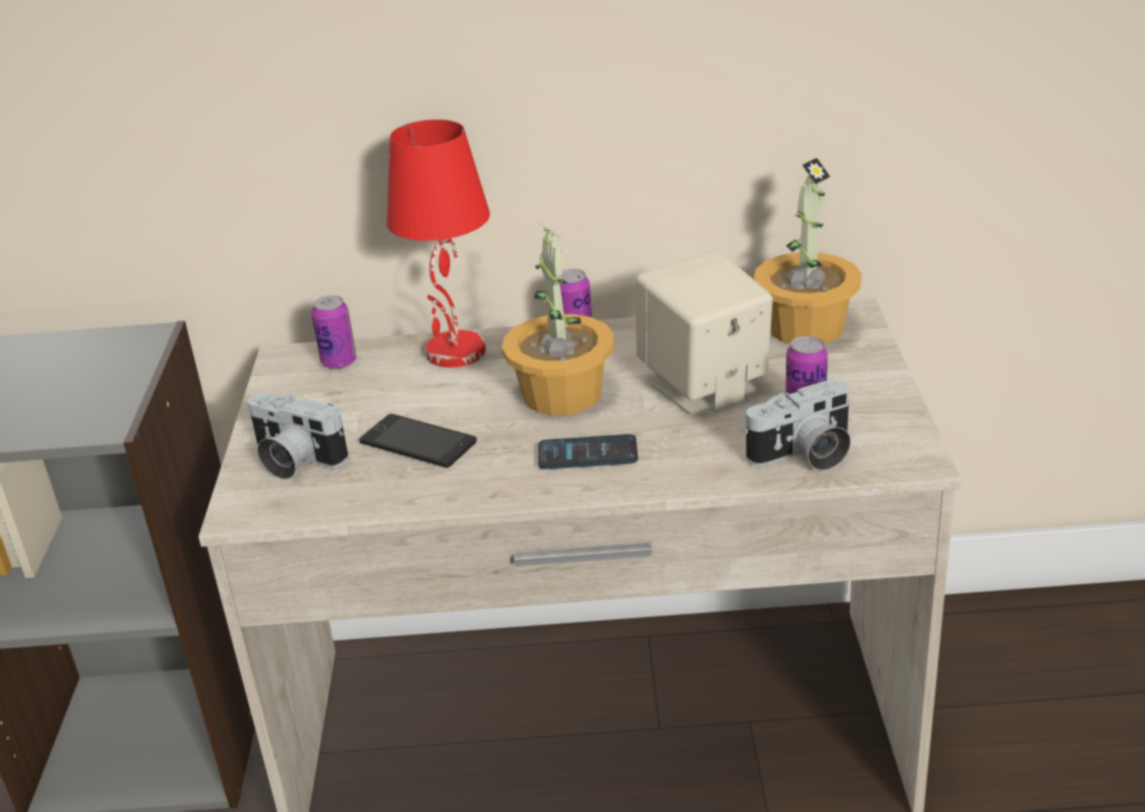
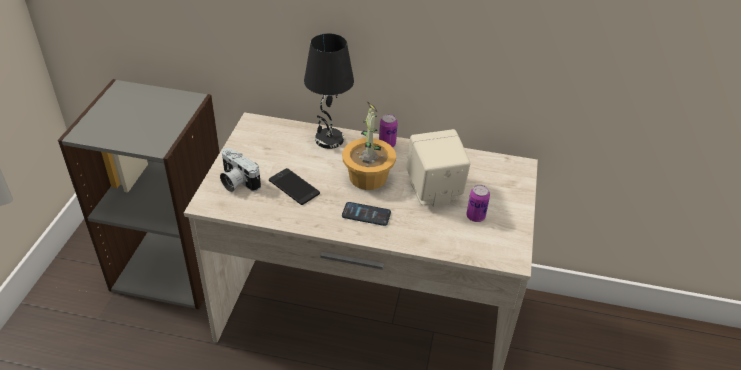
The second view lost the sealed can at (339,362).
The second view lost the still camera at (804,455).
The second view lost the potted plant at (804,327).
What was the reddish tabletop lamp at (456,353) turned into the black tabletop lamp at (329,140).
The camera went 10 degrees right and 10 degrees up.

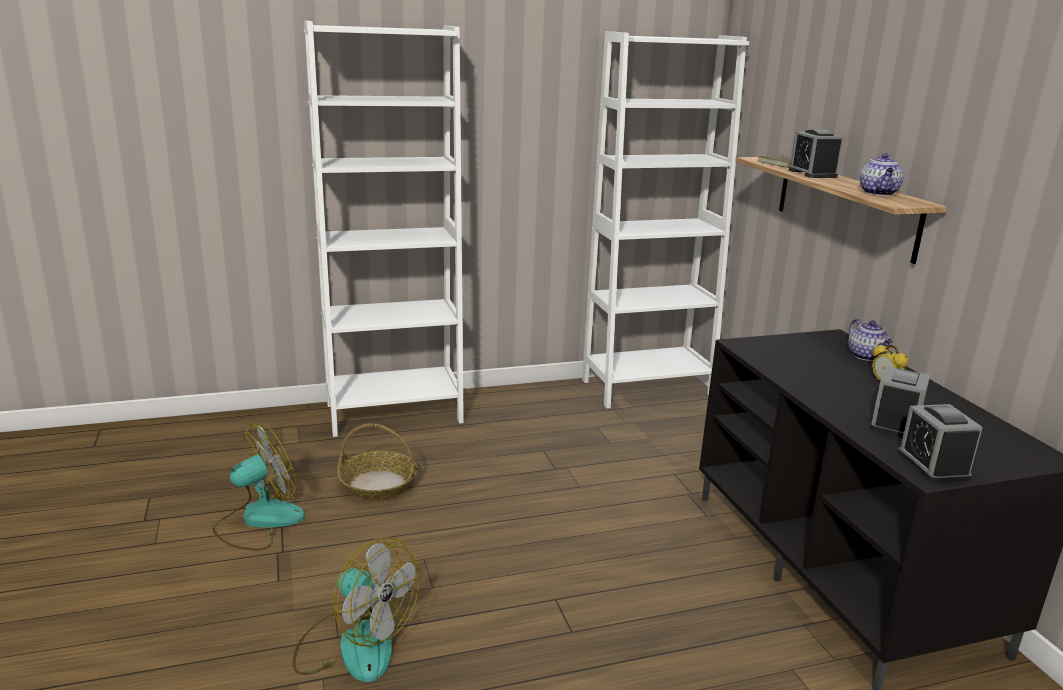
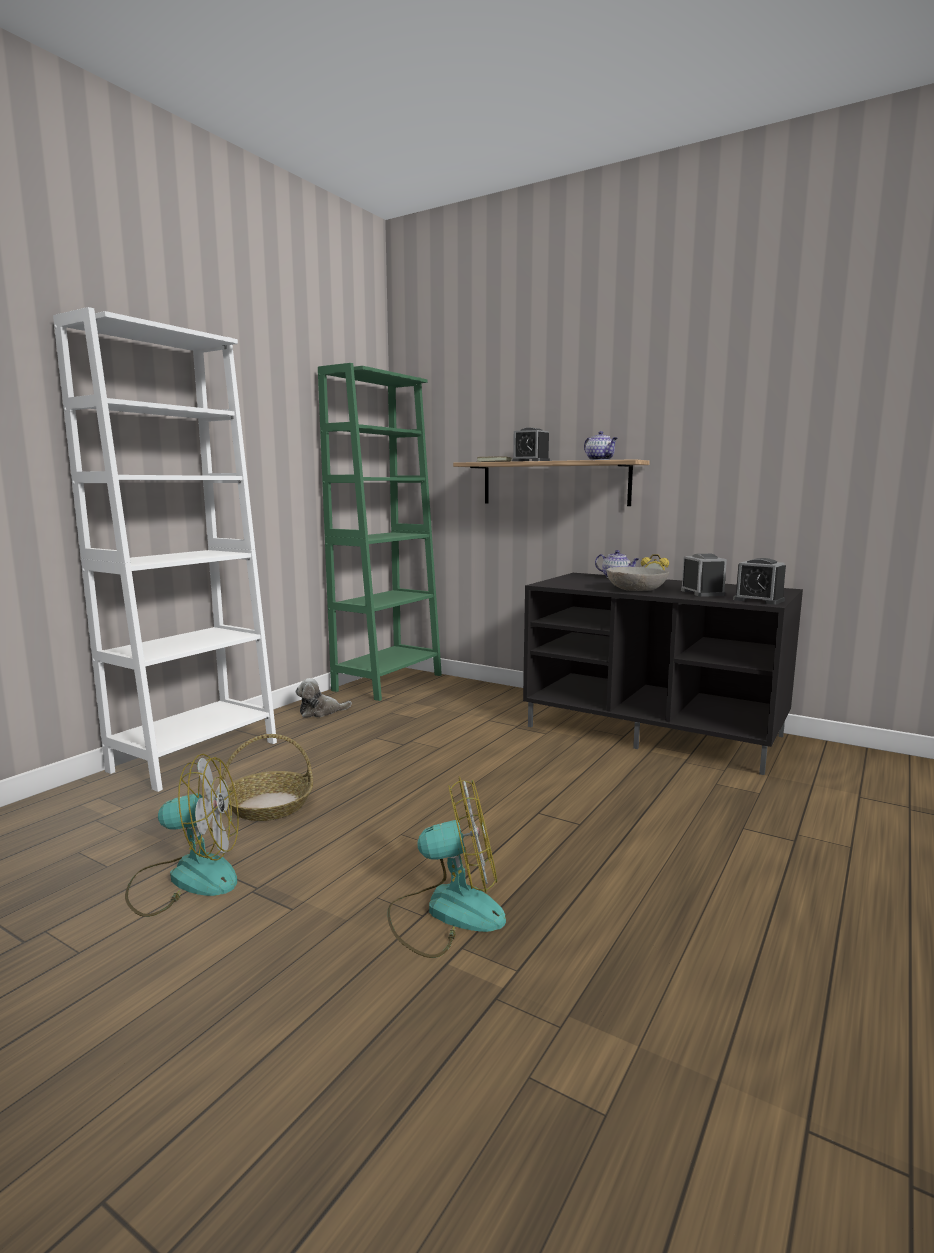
The second view gained the soft toy at (320,712).
The second view gained the gray serving bowl at (636,590).
What was the whitish shelving unit at (647,388) turned into the greenish shelving unit at (388,682).
The fan at (259,521) ended up facing another way, 75 degrees clockwise from before.
The camera went 40 degrees left and 10 degrees down.

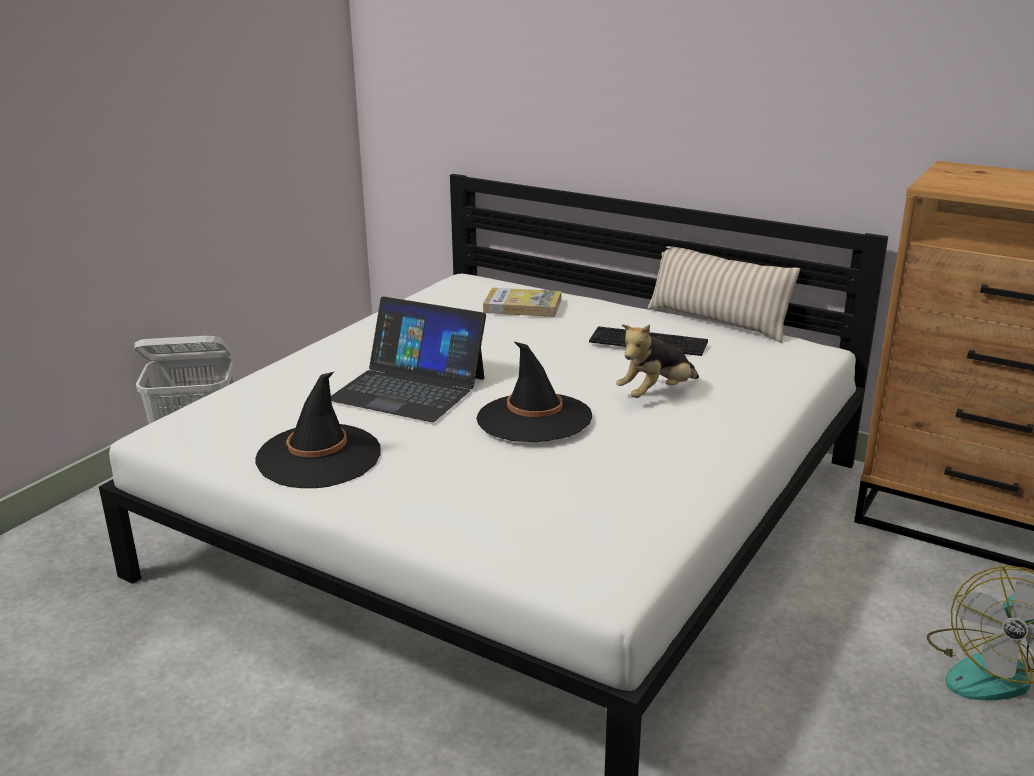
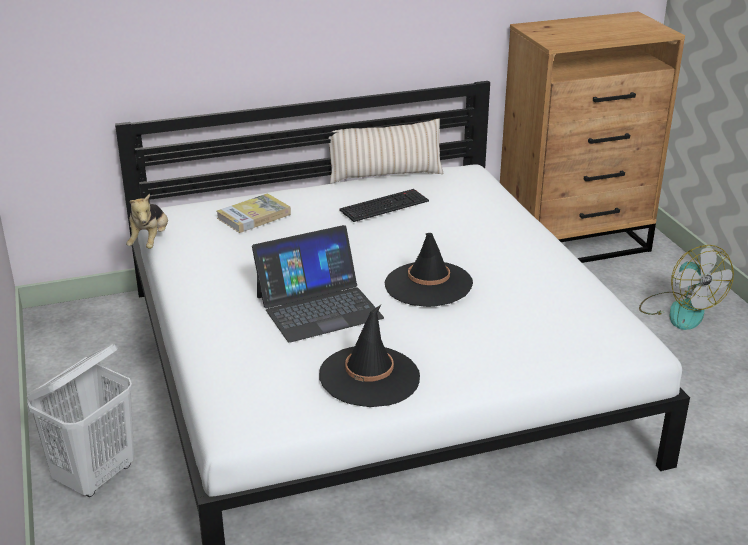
The soft toy ended up elsewhere, having gone from (656,393) to (150,241).
The camera went 50 degrees left and 5 degrees up.

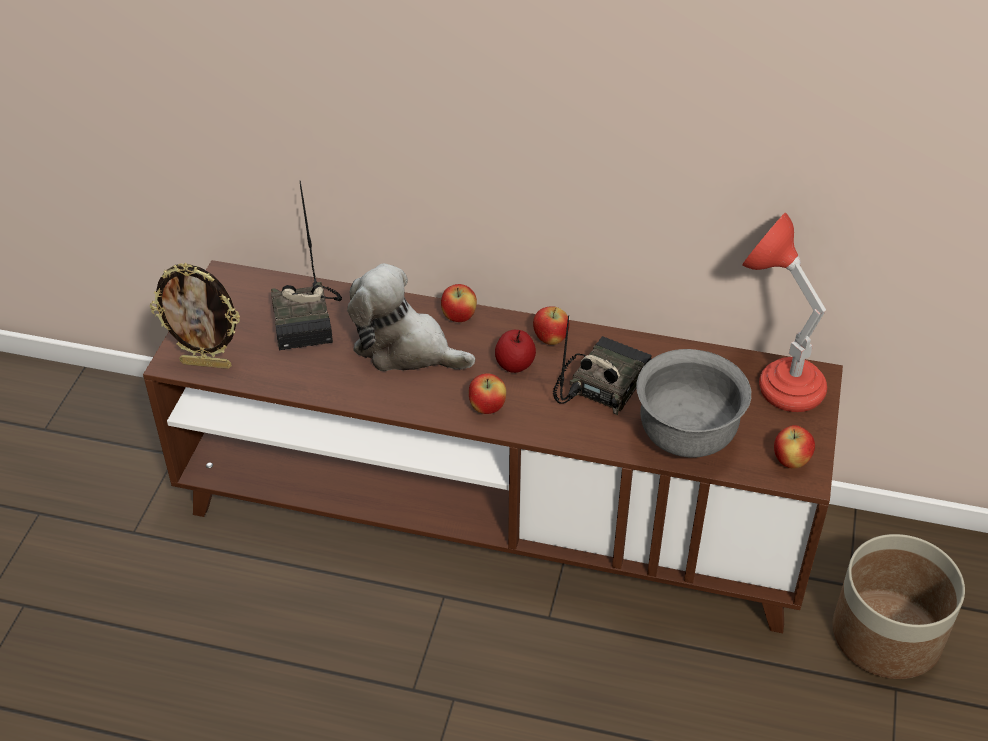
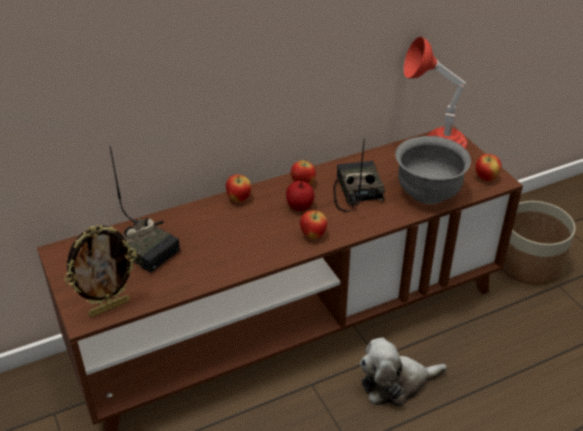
The soft toy ended up elsewhere, having gone from (405,348) to (396,384).
The camera went 40 degrees left and 5 degrees down.

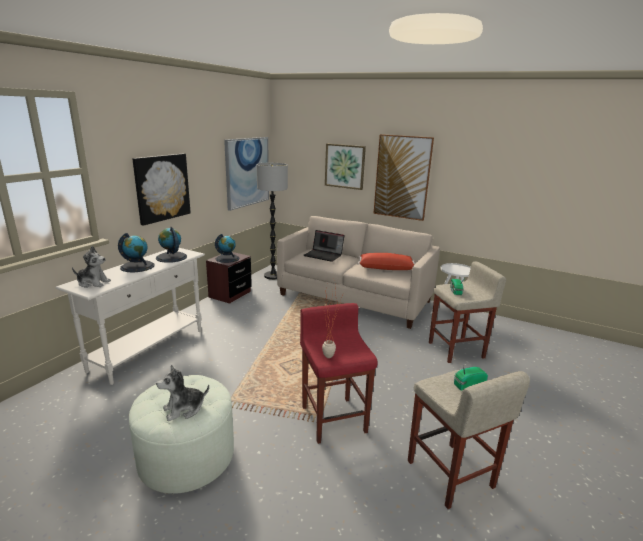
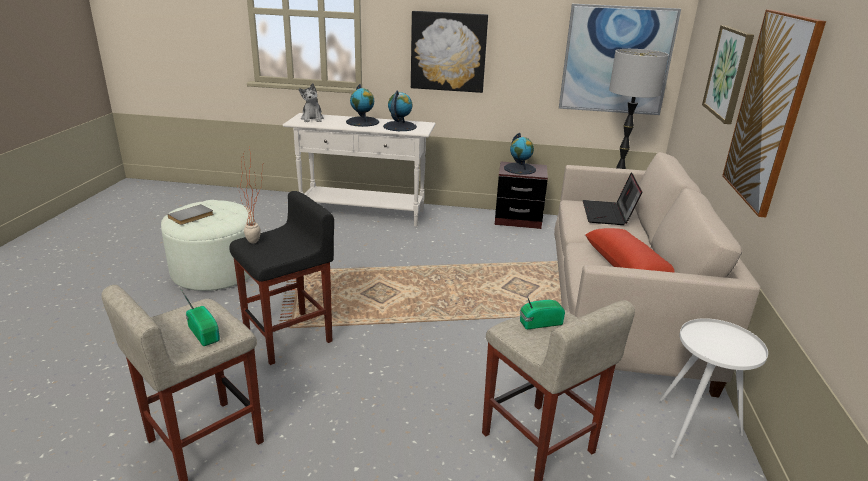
Where the soft toy stood at (184,409), the gray book came to stand at (192,216).
What was the reddish stool at (333,418) turned into the black stool at (289,337).
The camera went 70 degrees right and 5 degrees up.

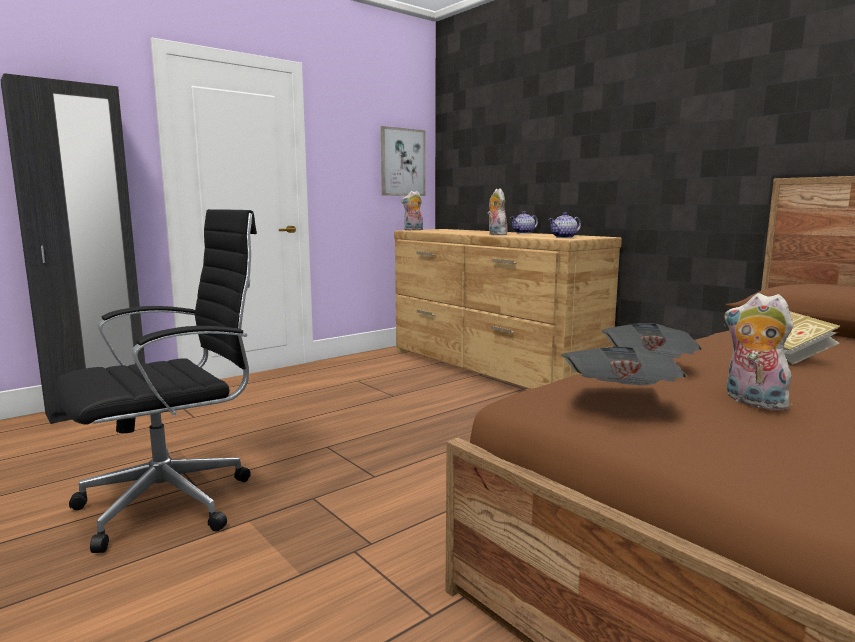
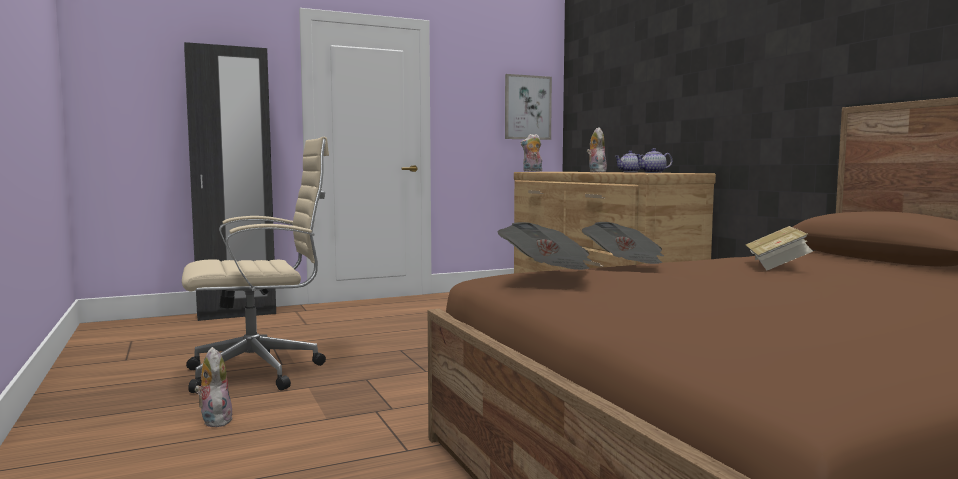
The soft toy ended up elsewhere, having gone from (752,402) to (214,420).
What was the black office chair at (174,502) turned into the beige office chair at (261,372).
The camera went 15 degrees right and 5 degrees down.

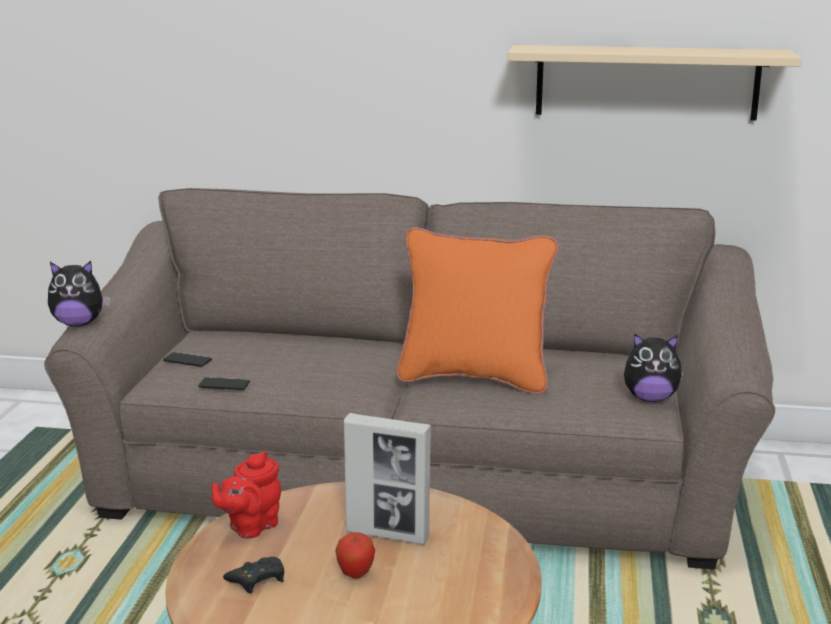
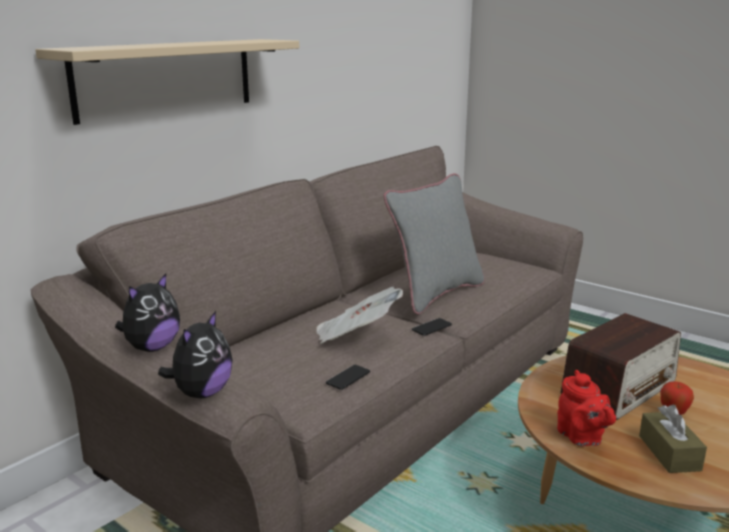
The second view gained the printed paper at (356,336).
The phone ended up elsewhere, having gone from (187,360) to (431,327).
The beige bracket shelf ended up elsewhere, having gone from (646,82) to (166,78).
The soft toy ended up elsewhere, having gone from (650,398) to (152,347).
Where the black gamepad stood at (257,579), the brown-coloured tissue box came to stand at (669,453).
Where the picture frame stood at (387,535), the radio receiver came to stand at (619,389).
What was the orangey cushion at (474,378) turned into the gray cushion at (435,293).
The camera went 60 degrees left and 0 degrees up.

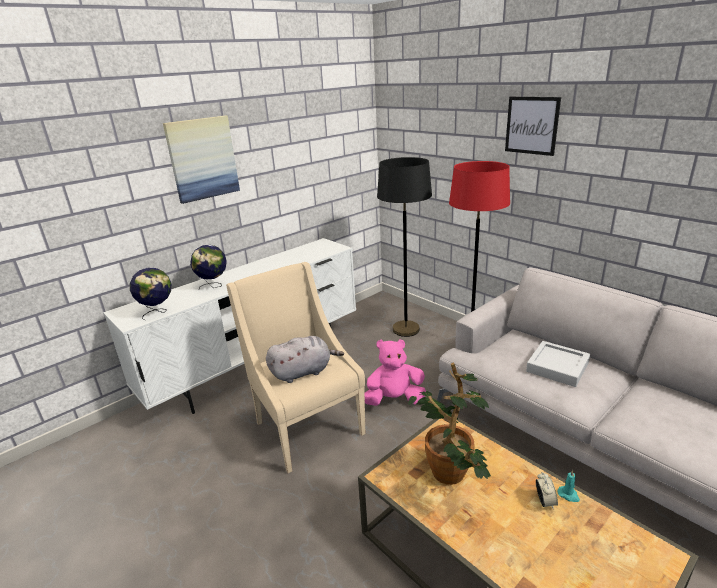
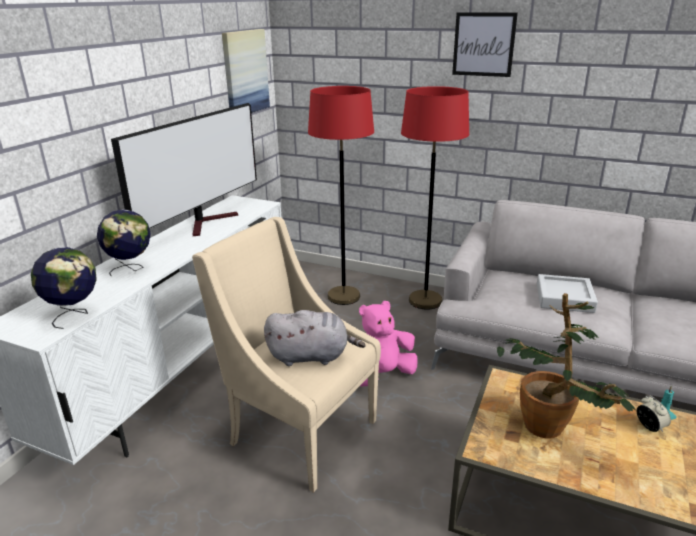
The second view gained the TV at (208,222).
The picture ended up elsewhere, having gone from (202,159) to (245,72).
What was the black floor lamp at (406,329) turned into the reddish floor lamp at (343,296).
The gray soft toy at (303,372) ended up facing another way, 45 degrees clockwise from before.
The camera went 25 degrees left and 0 degrees up.

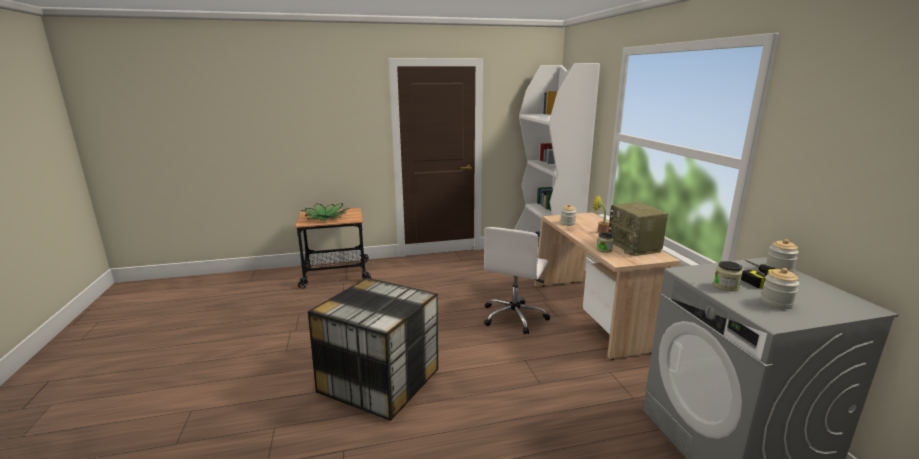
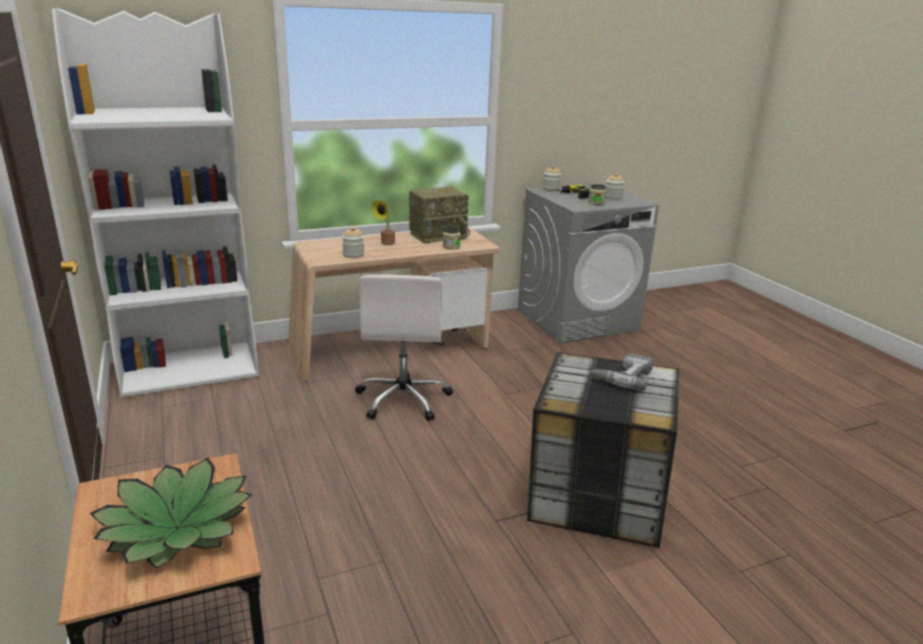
The second view gained the power drill at (622,376).
The whitish office chair at (514,317) ended up facing another way, 75 degrees clockwise from before.
The camera went 100 degrees left and 5 degrees up.

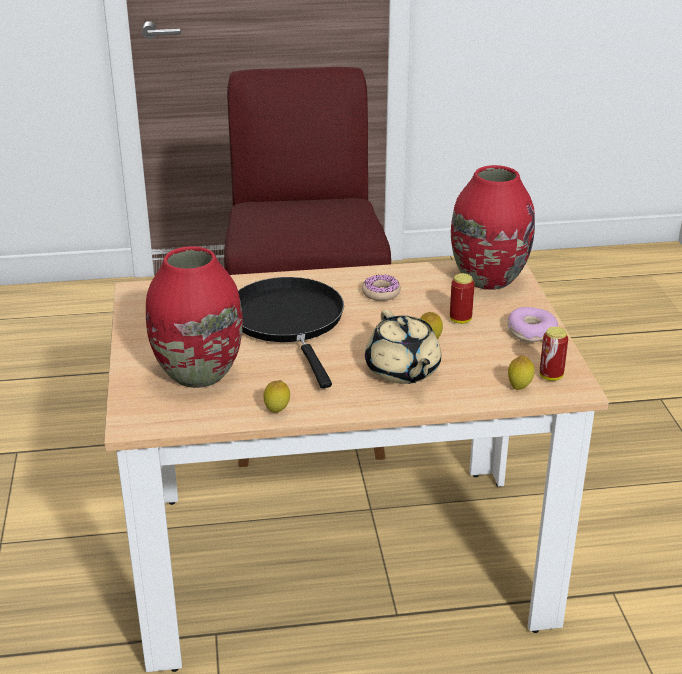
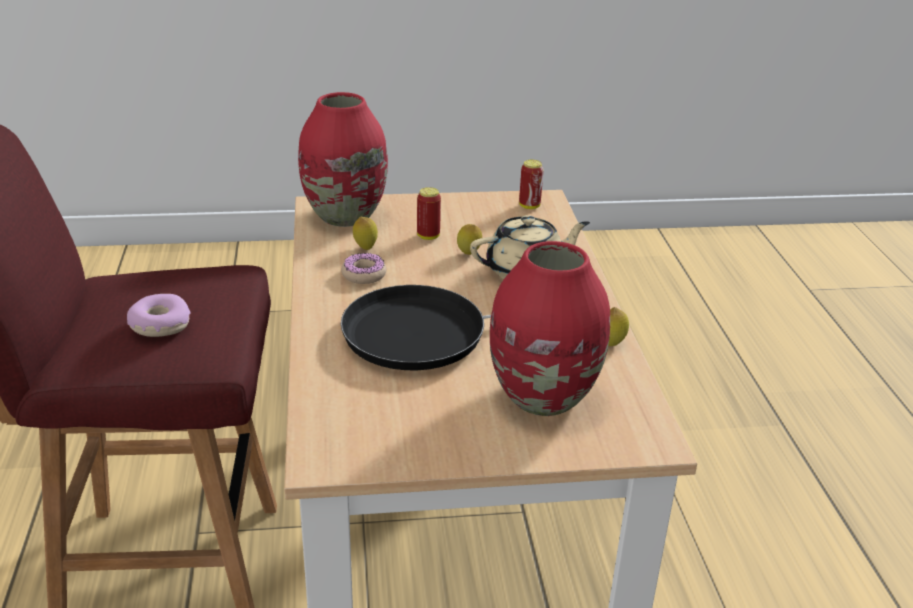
The ring doughnut ended up elsewhere, having gone from (531,332) to (159,325).
The citrus fruit ended up elsewhere, having gone from (519,387) to (365,248).
The camera went 90 degrees left and 0 degrees up.

